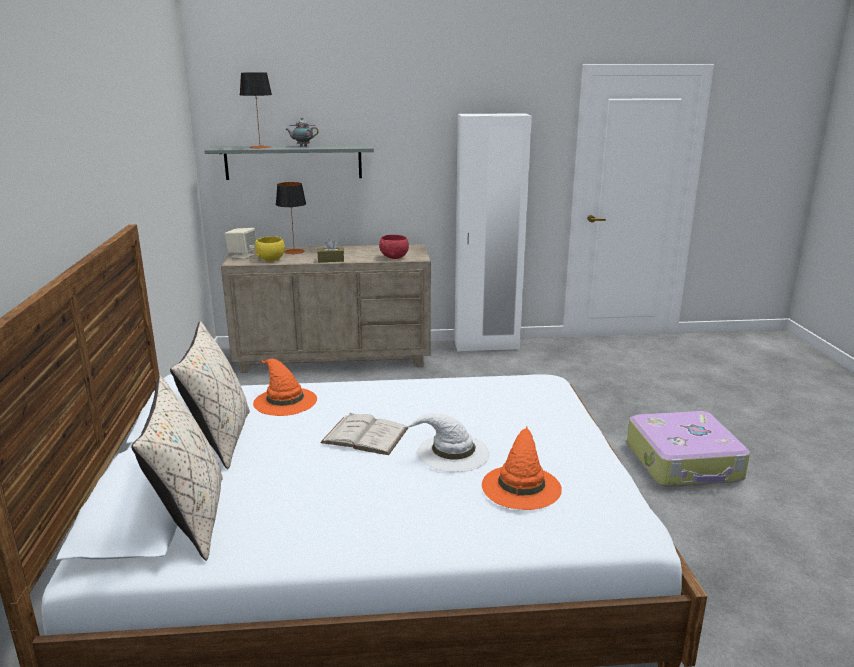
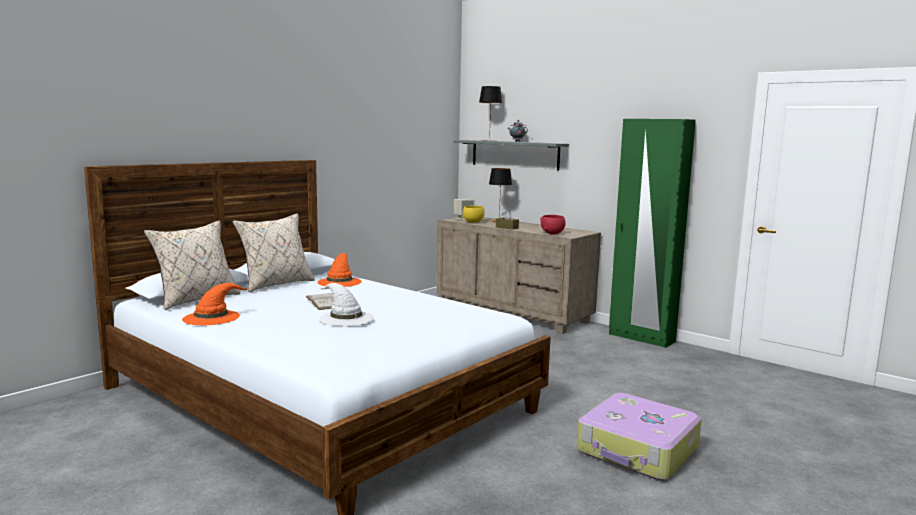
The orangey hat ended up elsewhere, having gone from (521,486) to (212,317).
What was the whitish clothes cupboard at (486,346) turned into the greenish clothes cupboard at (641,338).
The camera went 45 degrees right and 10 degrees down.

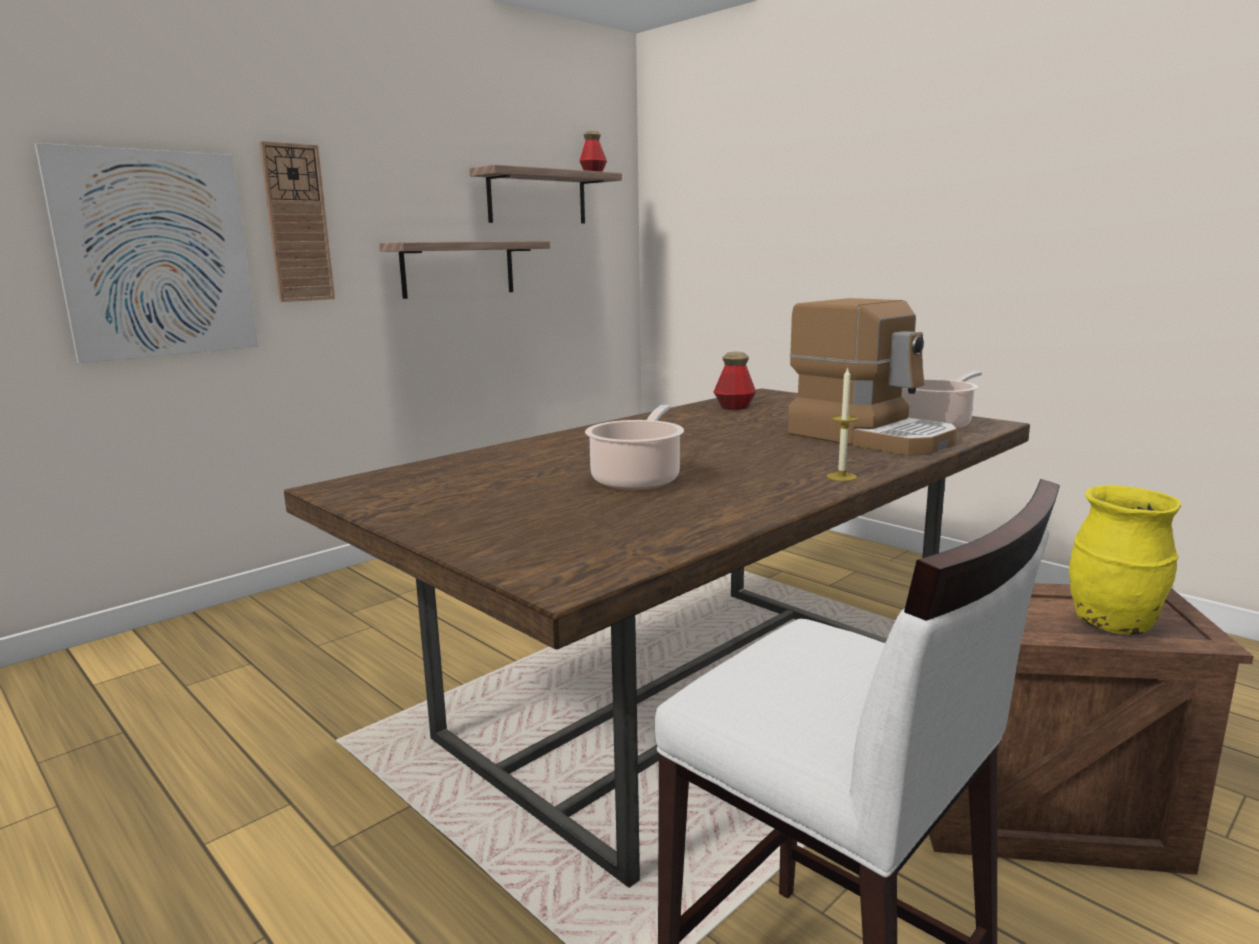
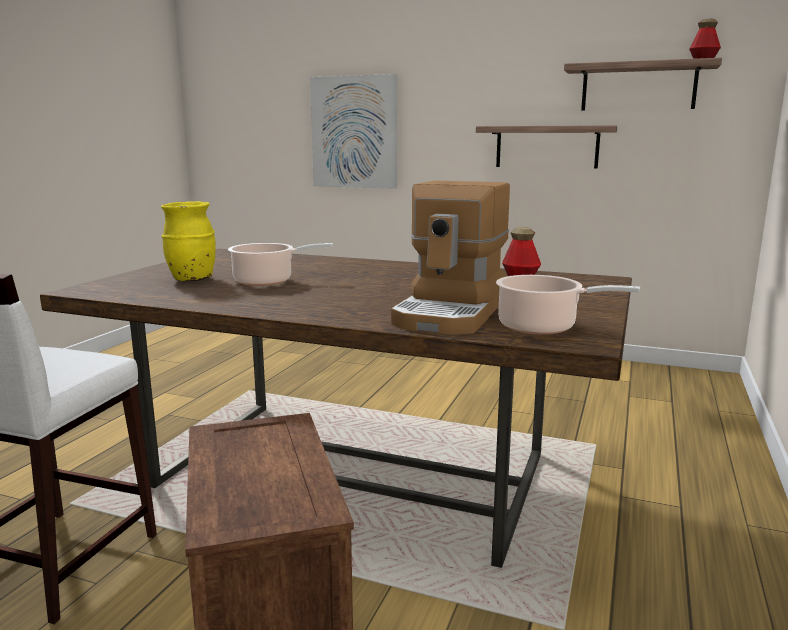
The second view lost the clock on the wall at (297,223).
The second view lost the wax light at (841,477).
The yellow-coloured vase ended up elsewhere, having gone from (1113,625) to (192,279).
The camera went 65 degrees right and 0 degrees up.

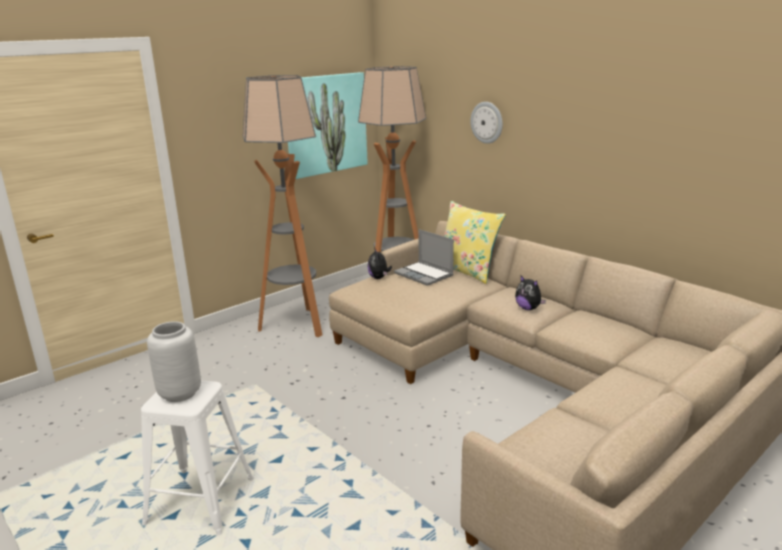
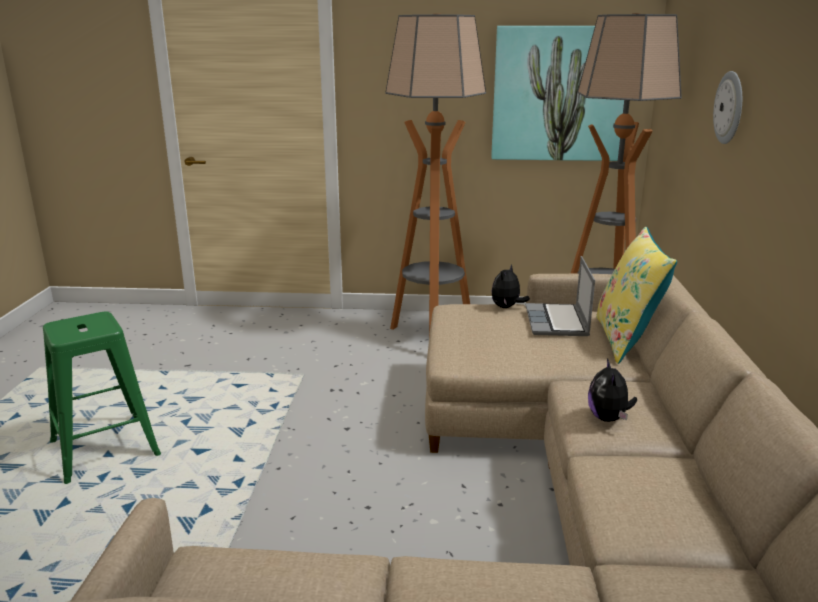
The second view lost the gray vase at (180,393).
What was the whitish stool at (202,500) turned into the greenish stool at (106,449).
The camera went 45 degrees right and 0 degrees up.

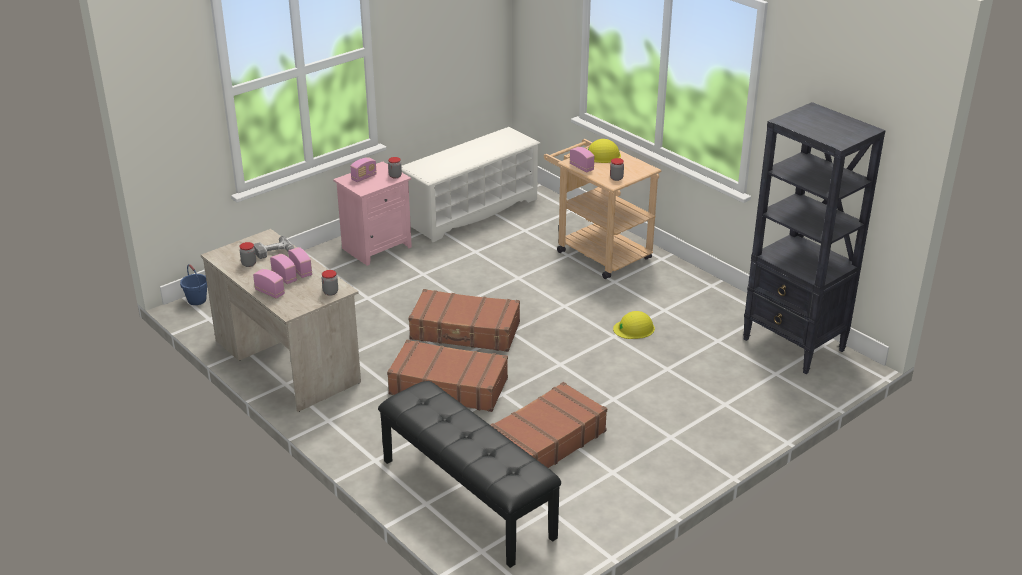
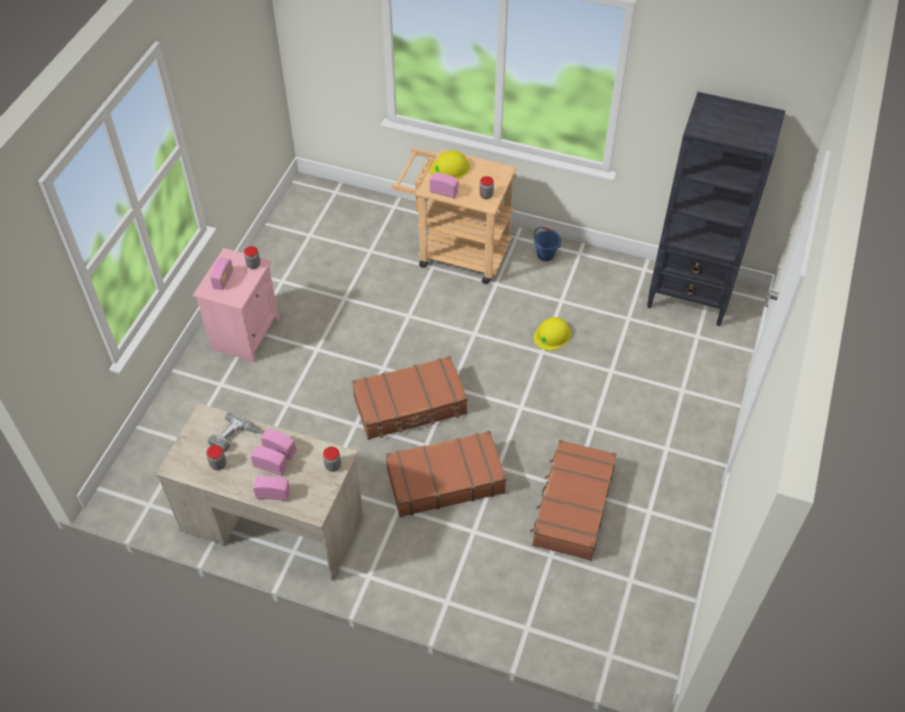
The second view lost the black bench at (466,498).
The second view lost the whitish shoe rack at (472,211).
The blue-coloured water bucket ended up elsewhere, having gone from (197,300) to (546,254).
The camera went 30 degrees left and 20 degrees up.

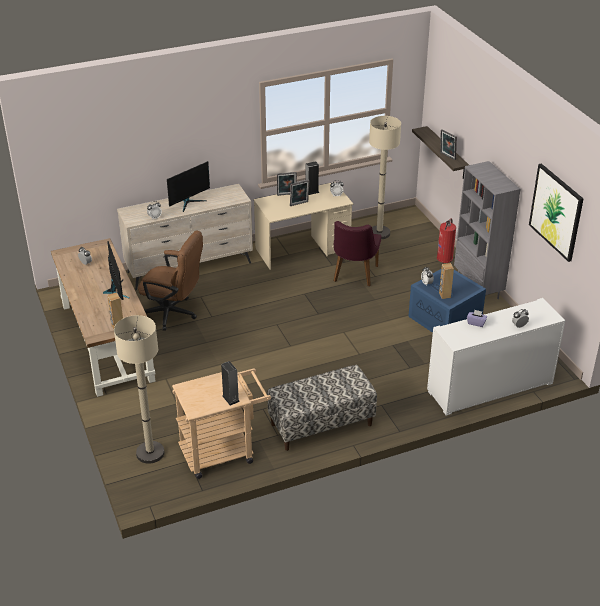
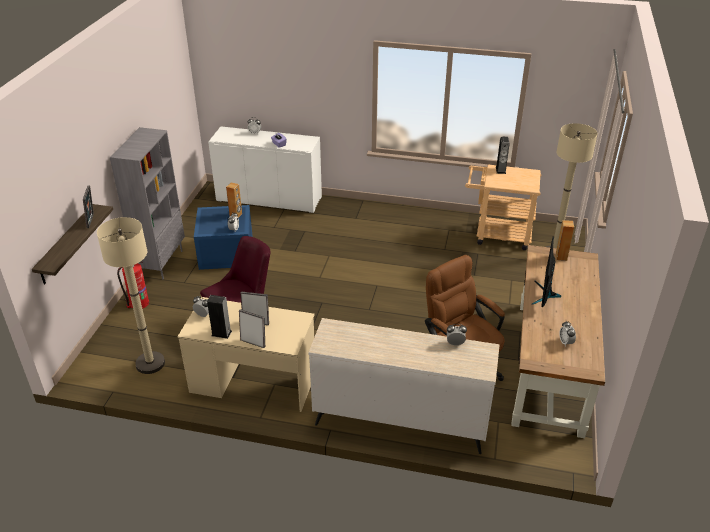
The second view lost the computer display at (189,202).
The second view lost the bench at (321,425).
The second view lost the picture at (556,212).
The camera went 145 degrees left and 0 degrees up.

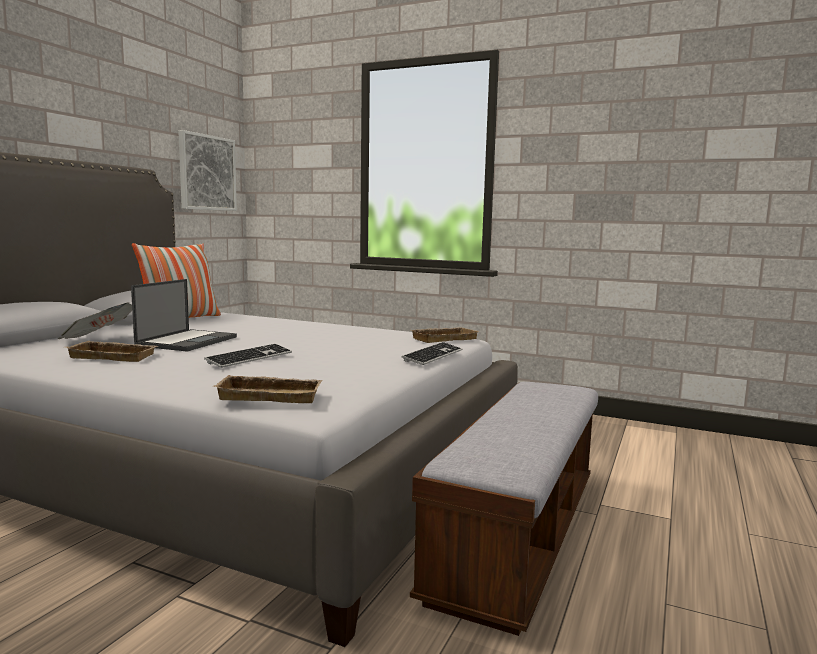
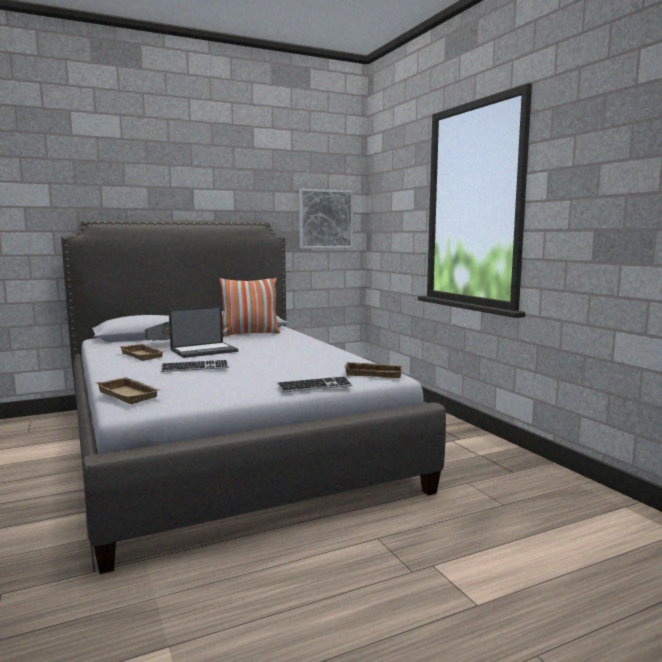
The second view lost the bench at (518,535).
The camera went 40 degrees right and 0 degrees up.

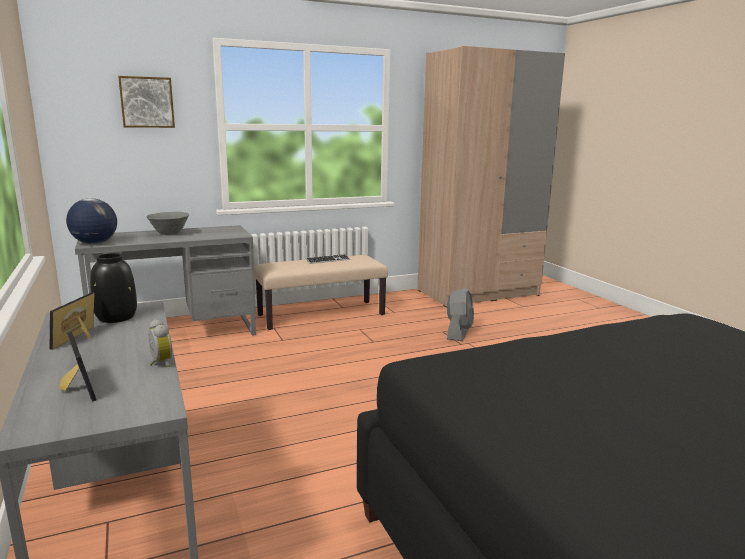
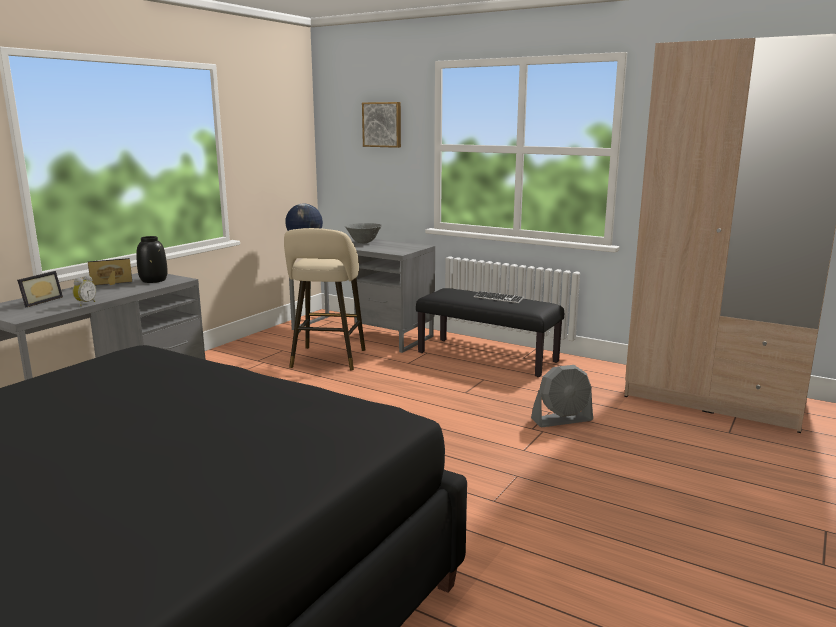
The second view gained the beige stool at (327,360).
What was the beige bench at (321,315) turned into the black bench at (488,357).
The camera went 55 degrees right and 0 degrees up.

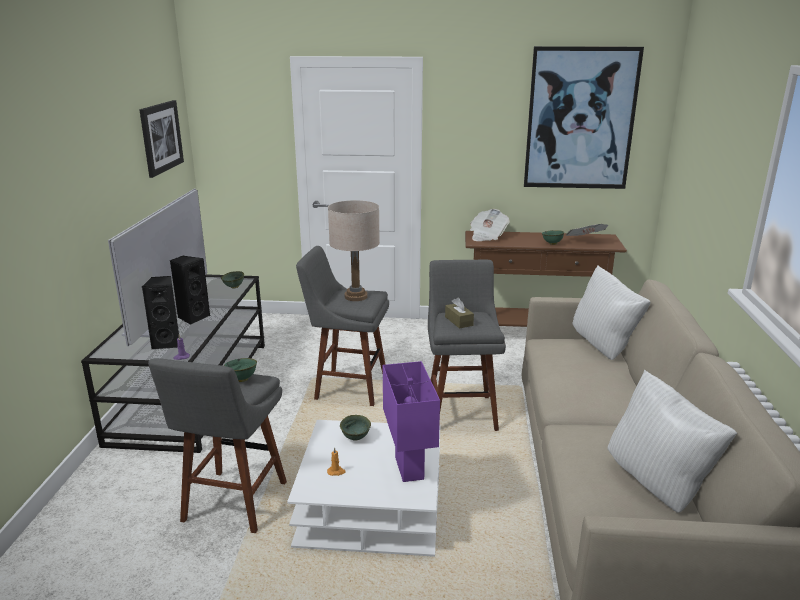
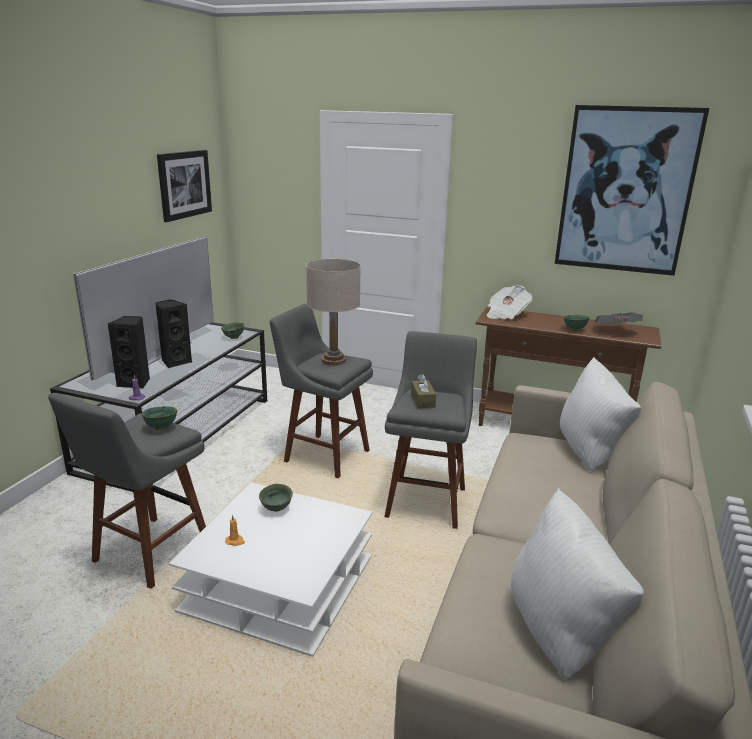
The second view lost the purplish tabletop lamp at (409,468).
The camera went 15 degrees right and 0 degrees up.

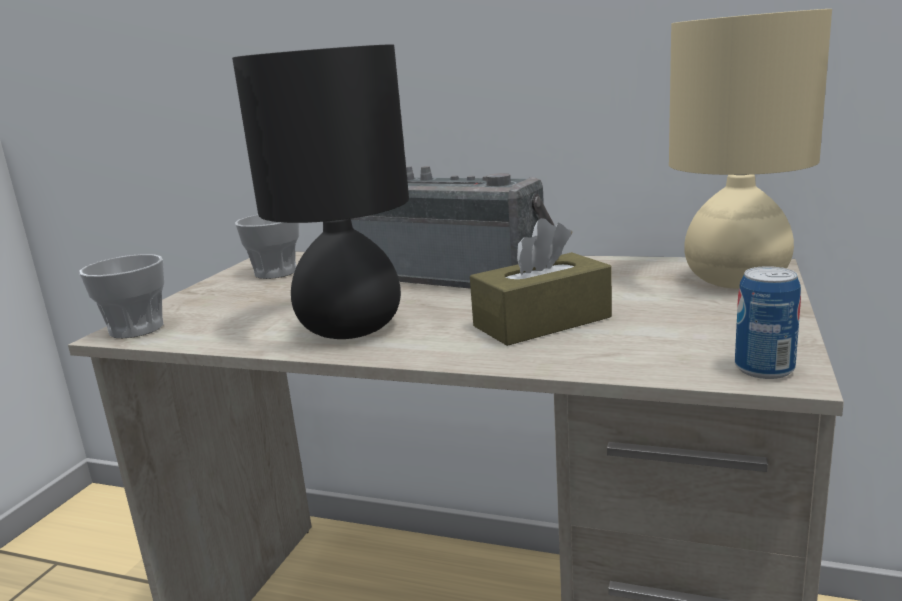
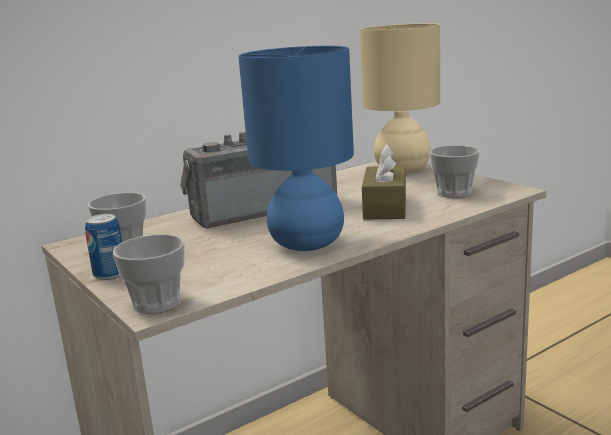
The second view gained the small cup at (454,193).
The sealed can ended up elsewhere, having gone from (764,369) to (110,274).
What was the black tabletop lamp at (349,328) turned into the blue-coloured tabletop lamp at (306,244).
The camera went 55 degrees left and 0 degrees up.

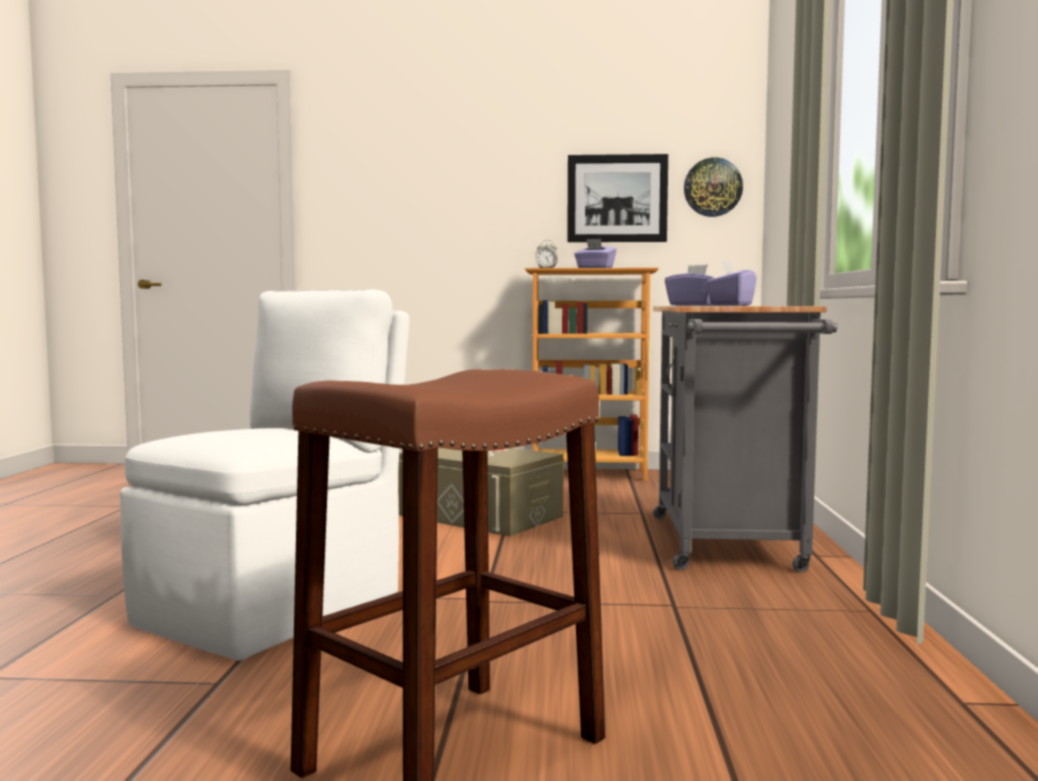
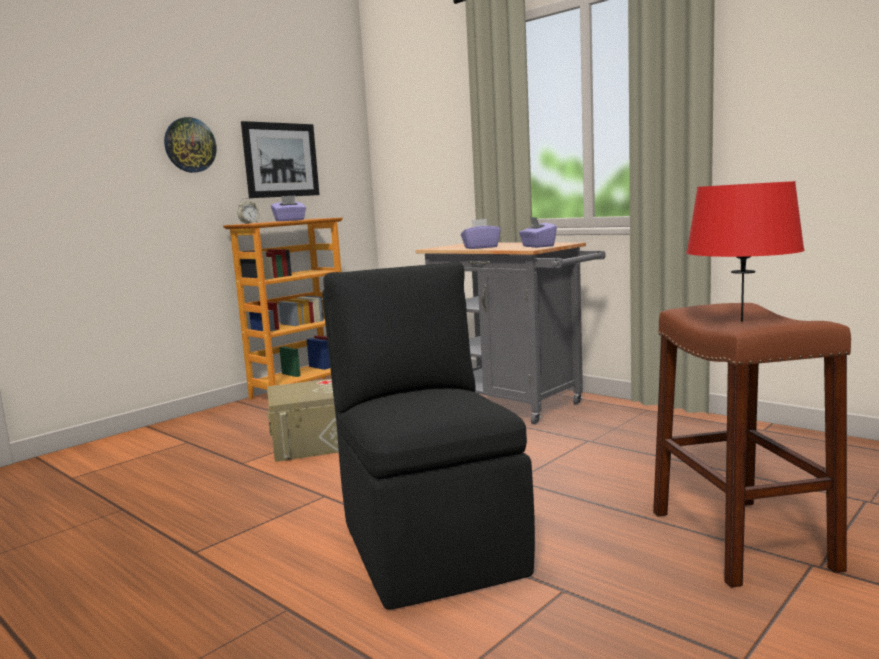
The second view gained the reddish tabletop lamp at (741,321).
The clock on the wall ended up elsewhere, having gone from (713,187) to (190,145).
What was the whitish upright chair at (276,607) turned into the black upright chair at (430,544).
The camera went 50 degrees left and 5 degrees up.

